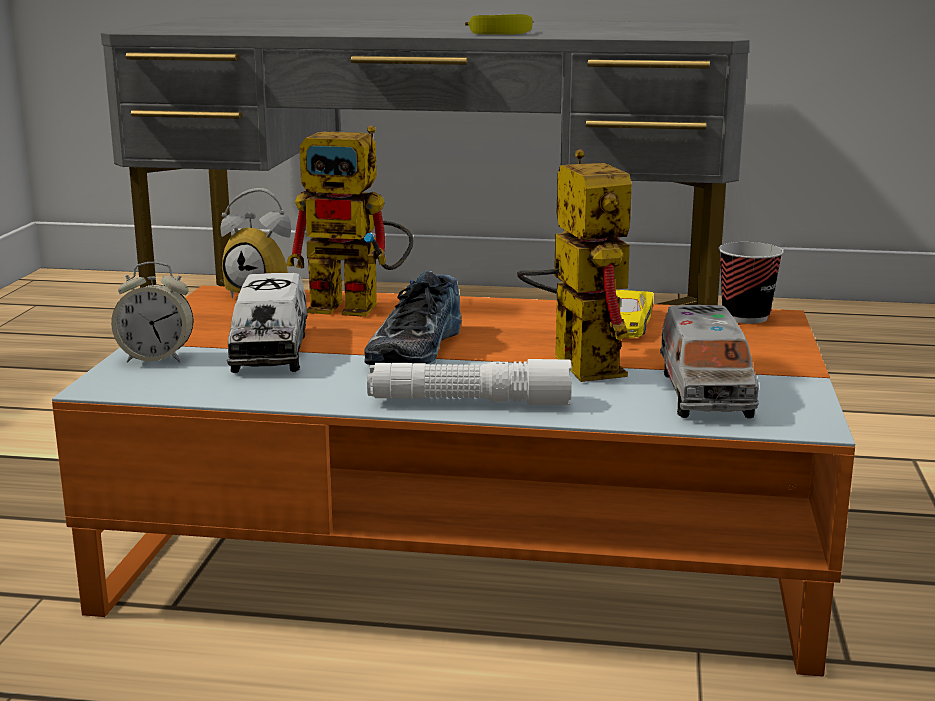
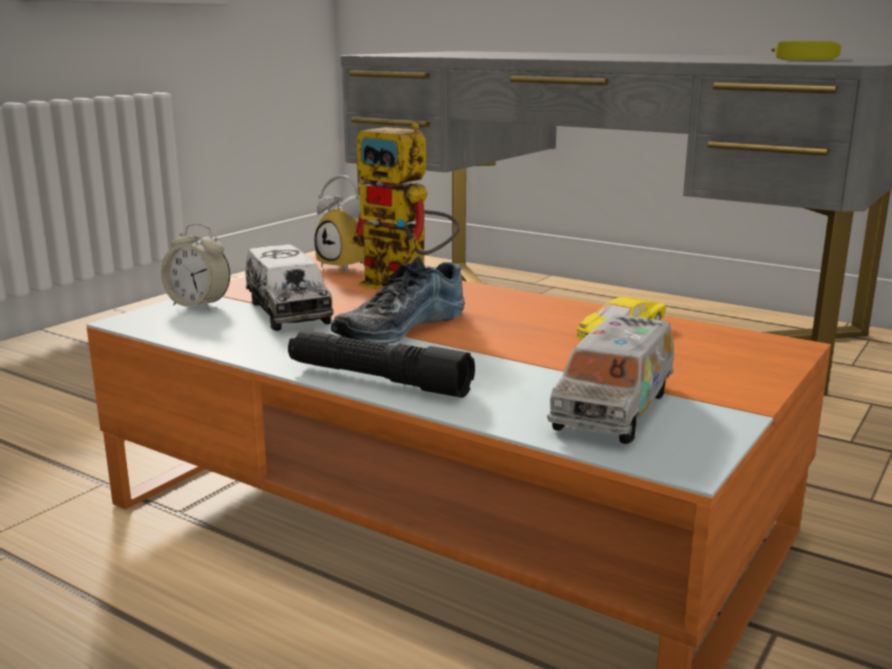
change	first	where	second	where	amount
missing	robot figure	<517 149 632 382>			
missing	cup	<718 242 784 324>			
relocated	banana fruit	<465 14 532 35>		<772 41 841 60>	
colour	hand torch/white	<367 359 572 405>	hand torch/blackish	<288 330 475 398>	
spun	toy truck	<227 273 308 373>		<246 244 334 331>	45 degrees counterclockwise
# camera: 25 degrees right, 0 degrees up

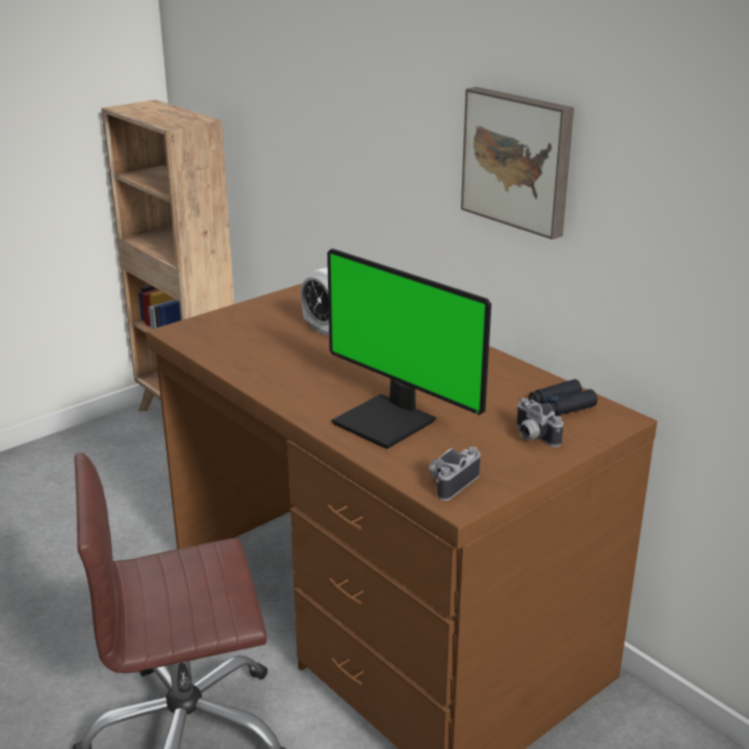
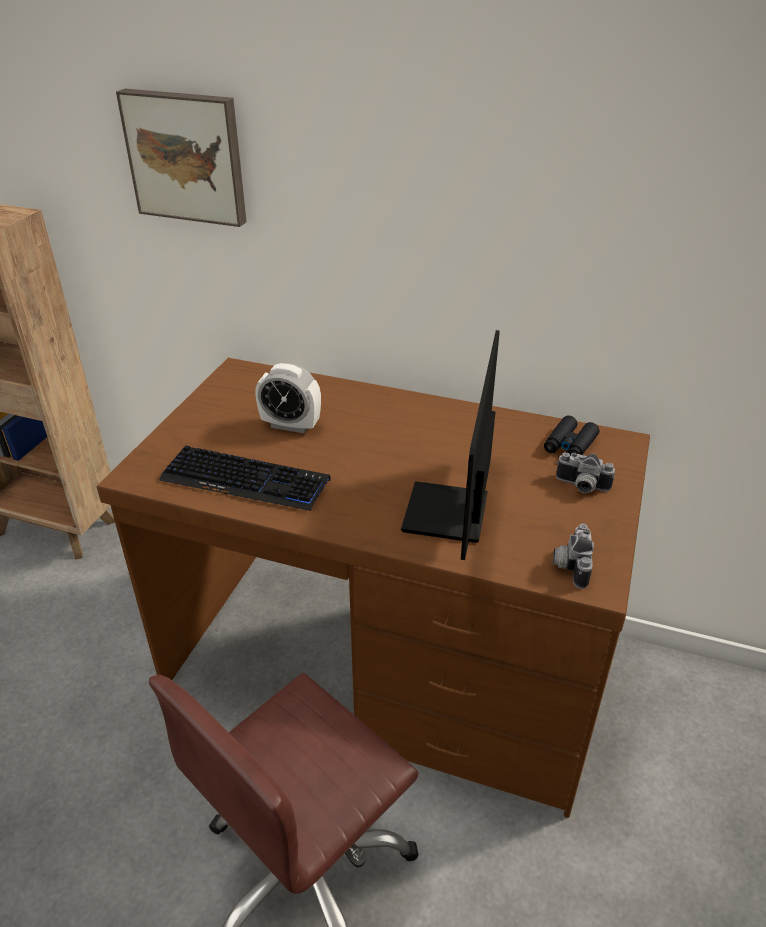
change	first	where	second	where	amount
appeared			computer keyboard	<159 446 331 511>	
relocated	picture	<461 87 574 240>		<116 89 247 227>	
spun	monitor	<327 249 491 449>		<401 330 500 560>	90 degrees clockwise
# camera: 30 degrees left, 10 degrees up

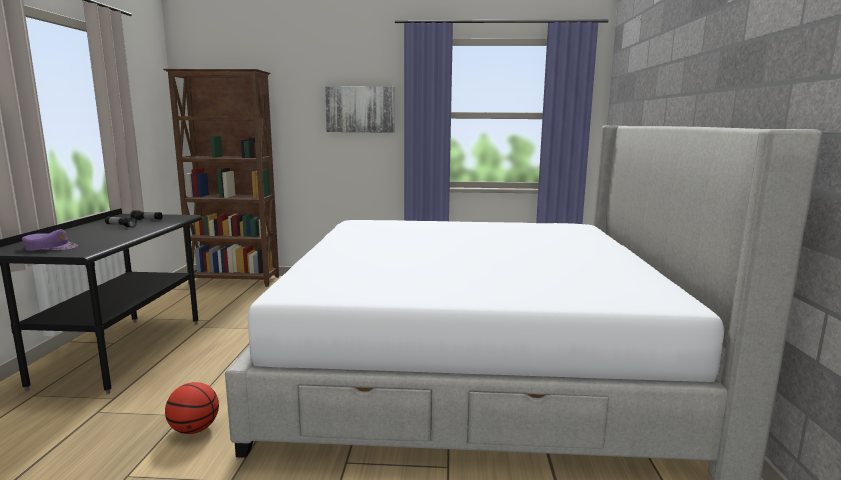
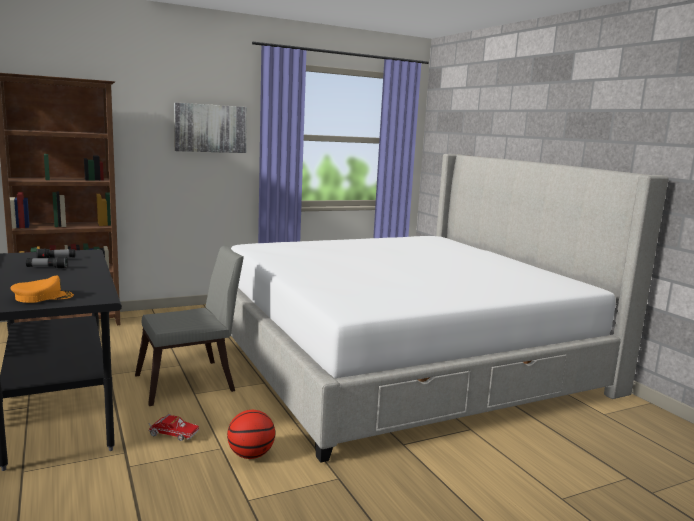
change	first	where	second	where	amount
appeared			plain chair/gray	<135 245 244 406>	
appeared			toy truck	<148 414 199 441>	
colour	peaked cap/purple-coloured	<22 229 78 251>	peaked cap/orangey	<10 276 74 303>	
# camera: 30 degrees left, 0 degrees up

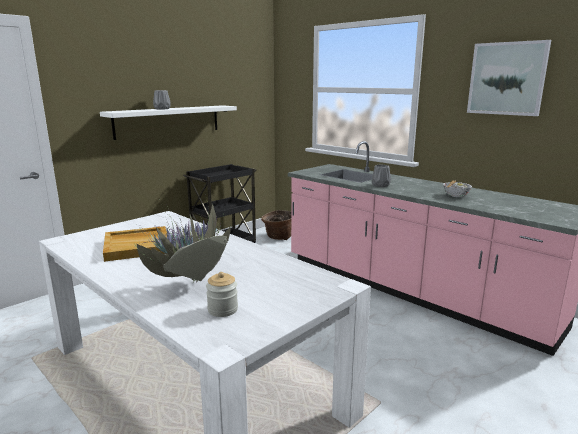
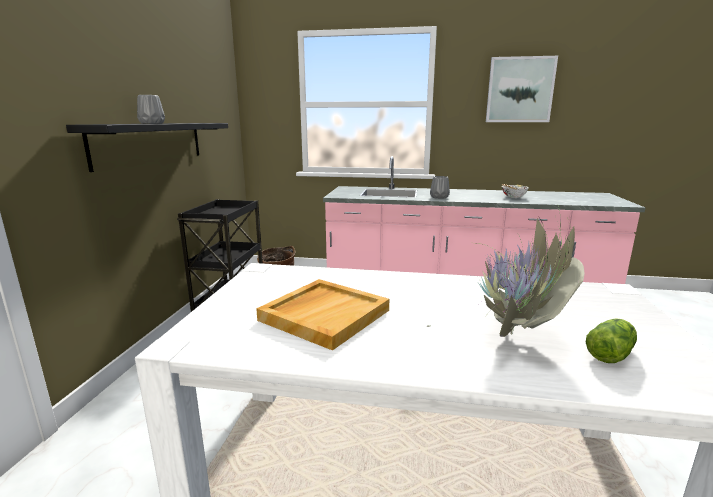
change	first	where	second	where	amount
exchanged	jar	<206 272 238 317>	lettuce head	<586 318 637 363>	
colour	shelf/white	<100 105 237 140>	shelf/blackish	<66 123 228 172>	
# camera: 35 degrees left, 0 degrees up

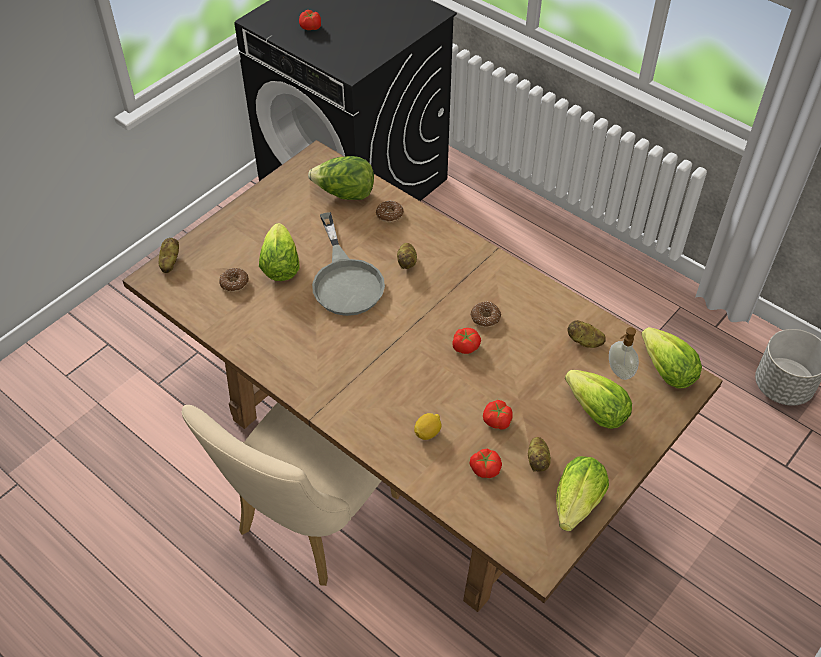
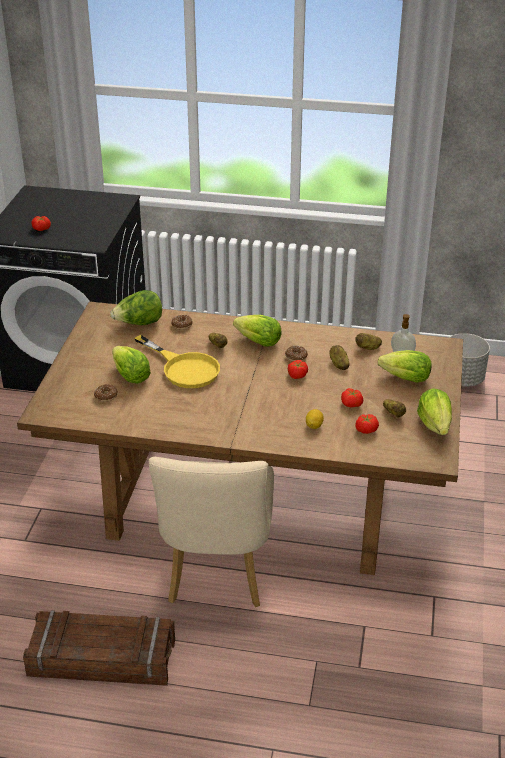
change	first	where	second	where	amount
appeared			packing crate	<23 610 175 686>	
relocated	potato	<159 238 179 273>		<329 345 350 370>	
relocated	lettuce head	<641 327 702 388>		<233 315 282 347>	
colour	frying pan/gray	<312 212 385 316>	frying pan/yellow-coloured	<134 335 220 388>	
# camera: 30 degrees left, 15 degrees down

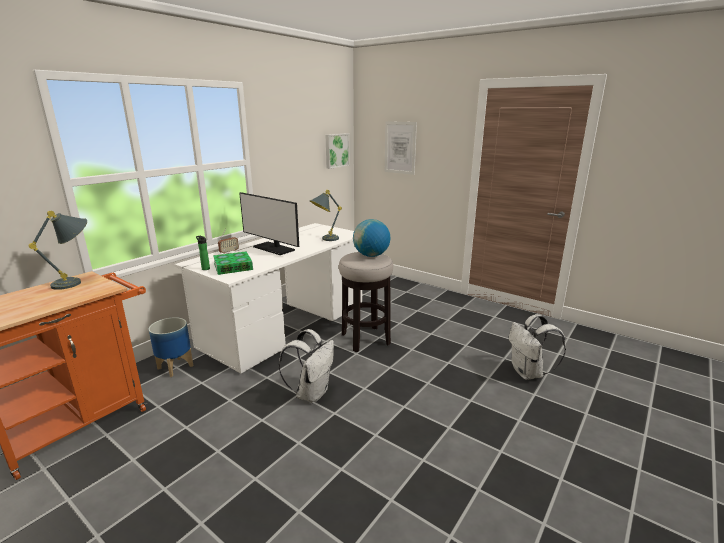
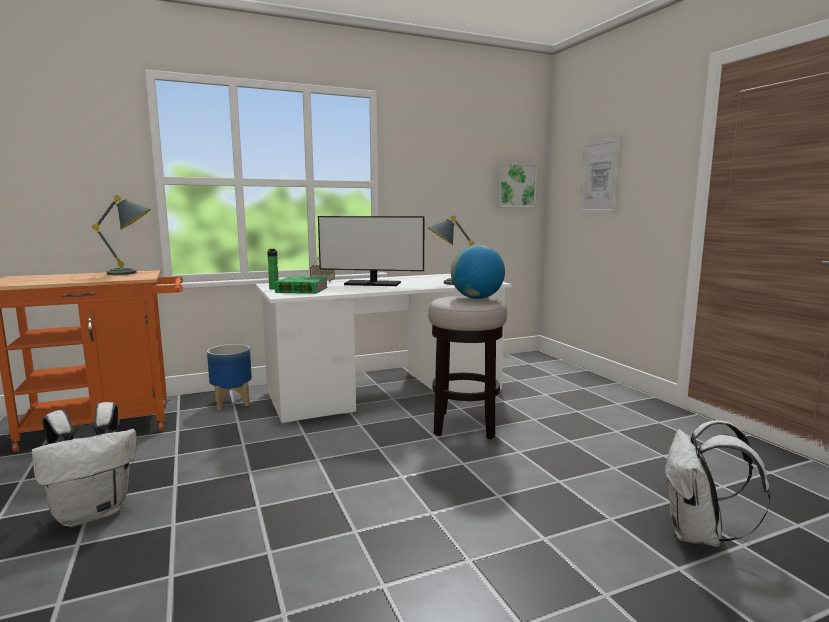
change	first	where	second	where	amount
relocated	rucksack/white	<279 329 334 403>		<32 402 137 527>	
spun	monitor	<239 192 299 255>		<318 216 424 286>	60 degrees counterclockwise
# camera: 30 degrees right, 10 degrees down

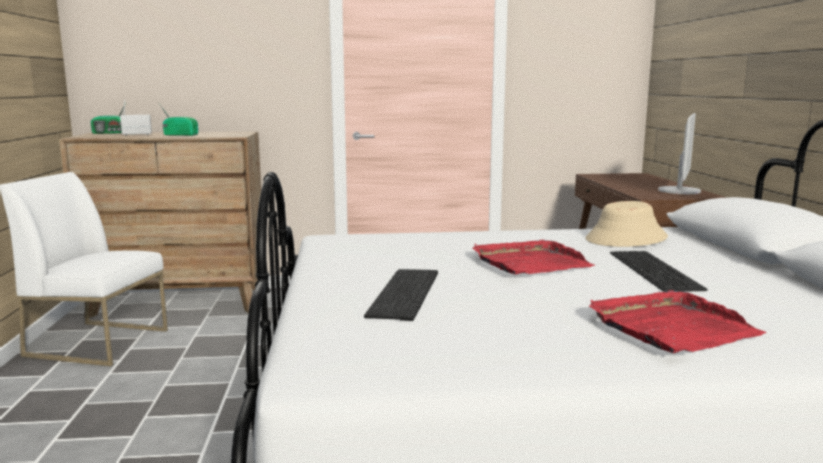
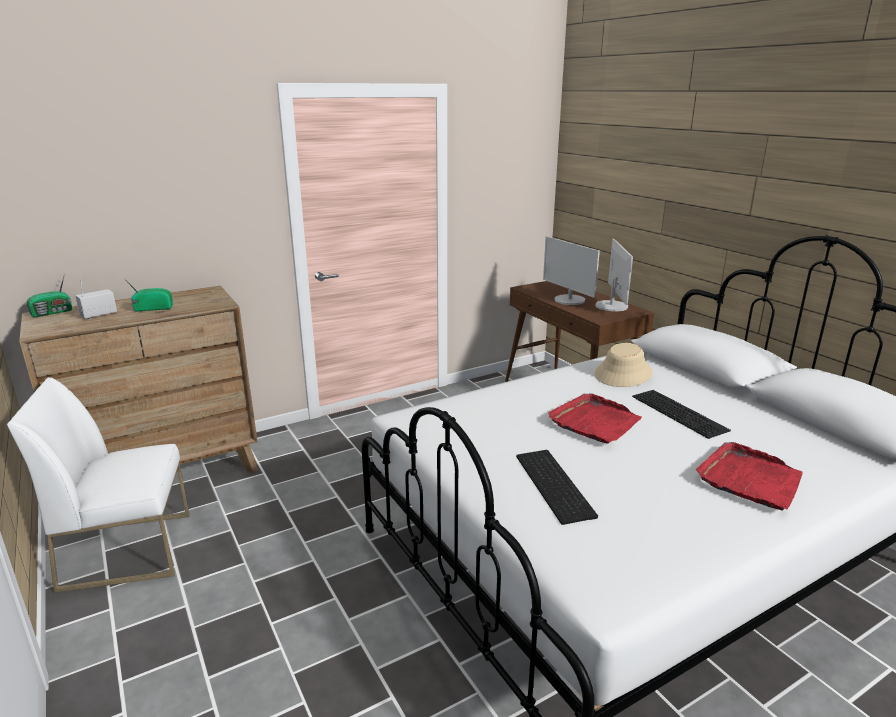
change	first	where	second	where	amount
appeared			monitor	<543 236 600 305>	
# camera: 25 degrees left, 10 degrees up

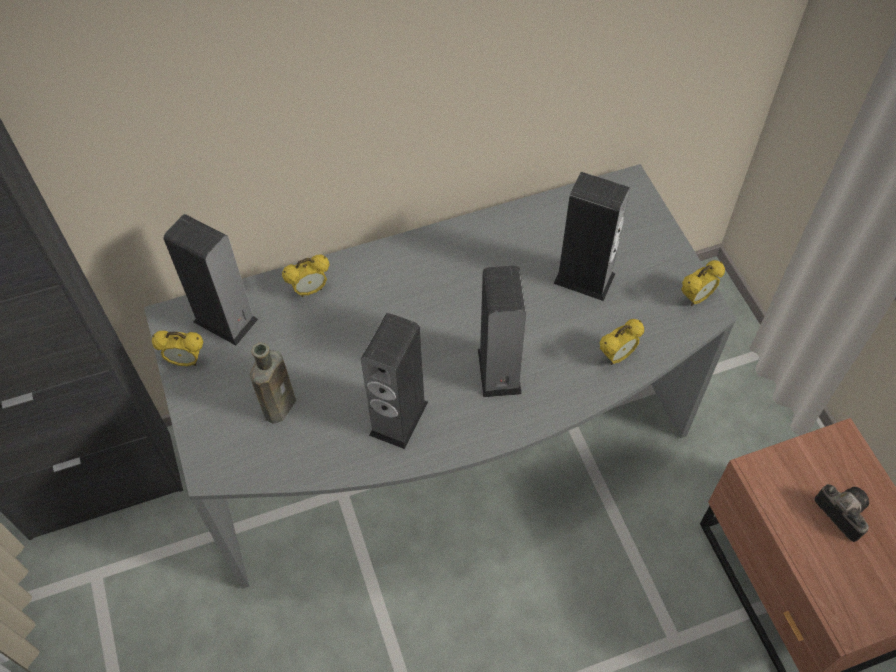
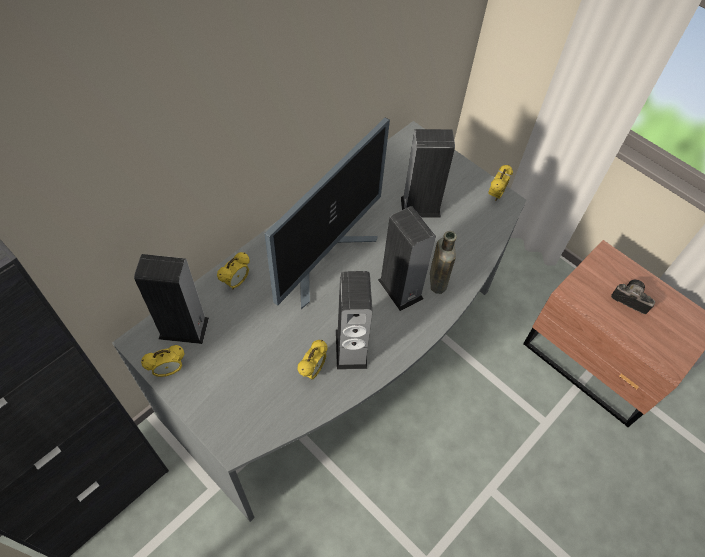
change	first	where	second	where	amount
appeared			monitor	<265 117 390 309>	
relocated	bottle/brownish	<250 343 296 424>		<430 231 457 294>	
relocated	table clock	<600 319 644 365>		<297 340 328 380>	
# camera: 30 degrees left, 0 degrees up

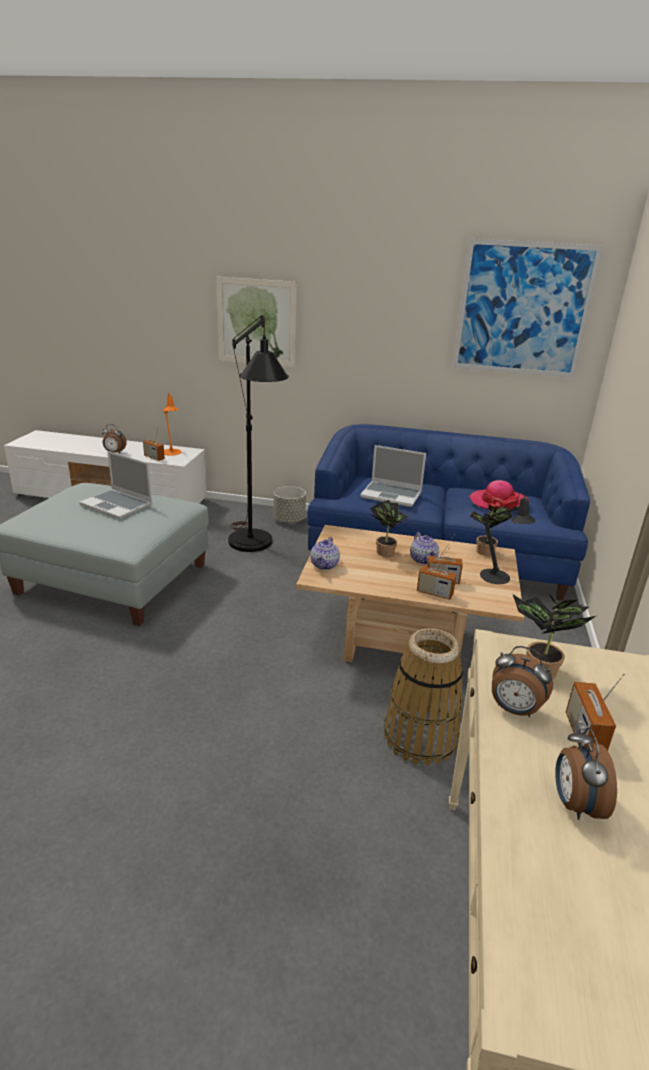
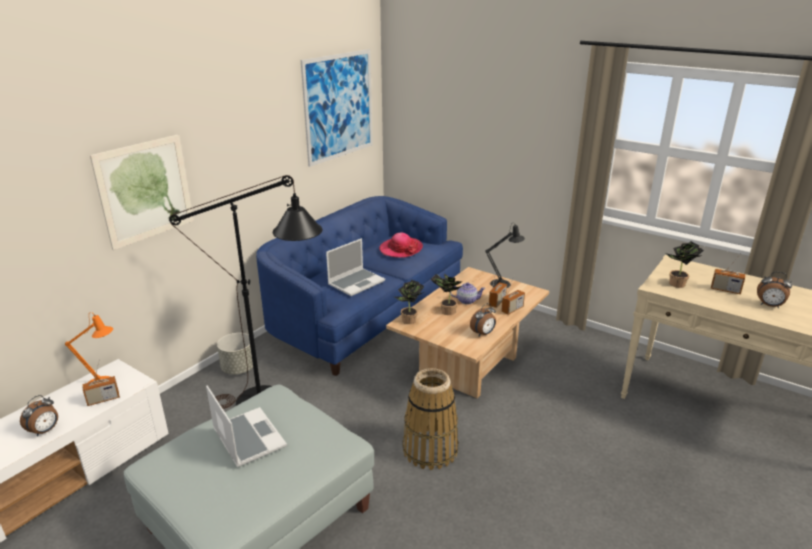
change	first	where	second	where	amount
missing	tea pot	<310 537 340 570>			
relocated	storage basket	<384 628 463 766>		<402 368 459 470>	
relocated	plant in a pot	<470 505 512 556>		<395 280 424 324>	
relocated	table clock	<492 646 553 717>		<470 303 496 336>	
spun	notebook computer	<79 451 152 519>		<206 385 287 467>	90 degrees counterclockwise
# camera: 65 degrees left, 0 degrees up

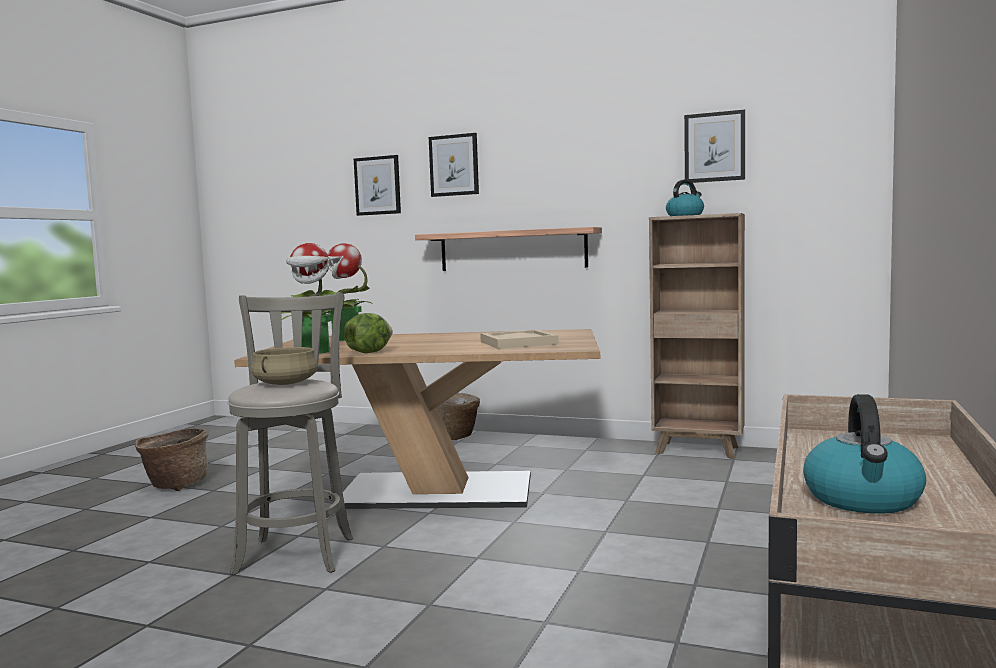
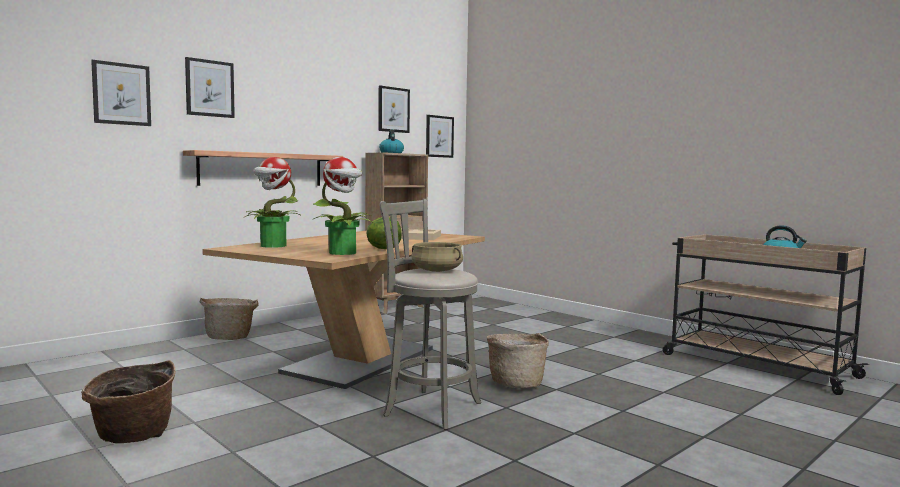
change	first	where	second	where	amount
appeared			picture	<426 115 454 158>	
appeared			storage basket	<487 333 549 388>	
# camera: 65 degrees left, 0 degrees up

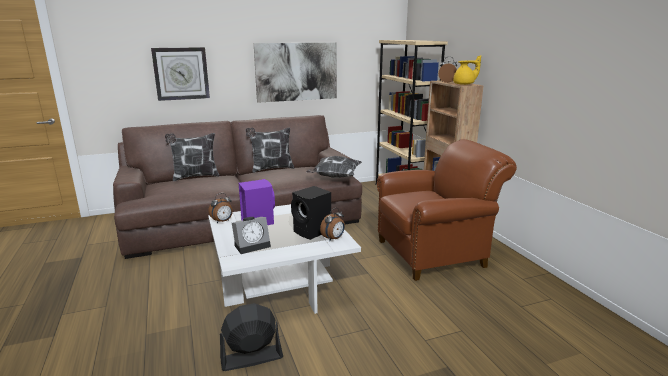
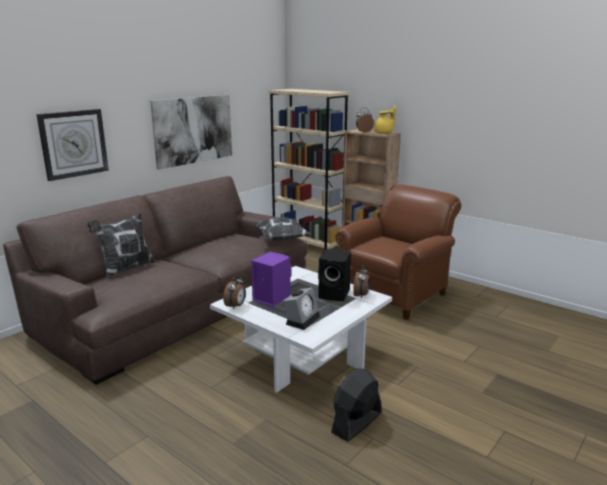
change	first	where	second	where	amount
missing	pillow	<246 127 294 173>			
# camera: 30 degrees left, 0 degrees up

